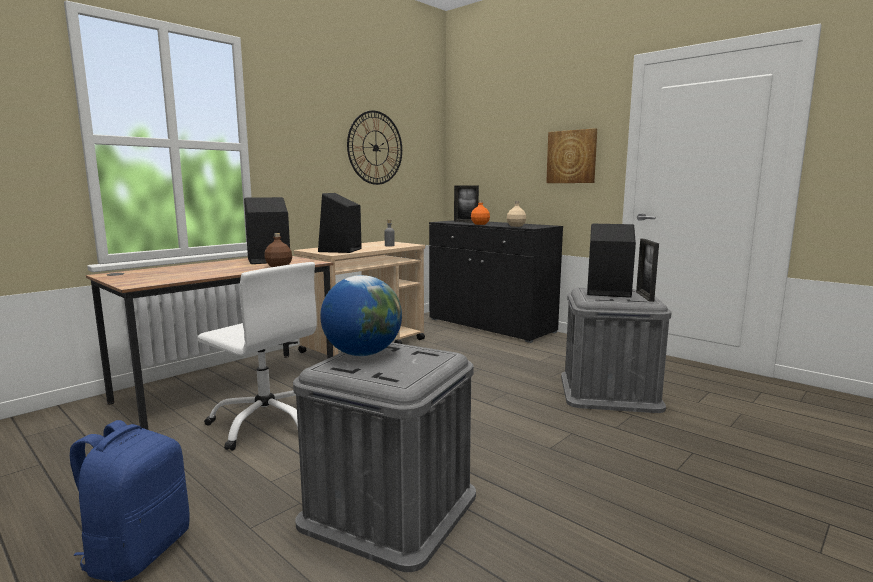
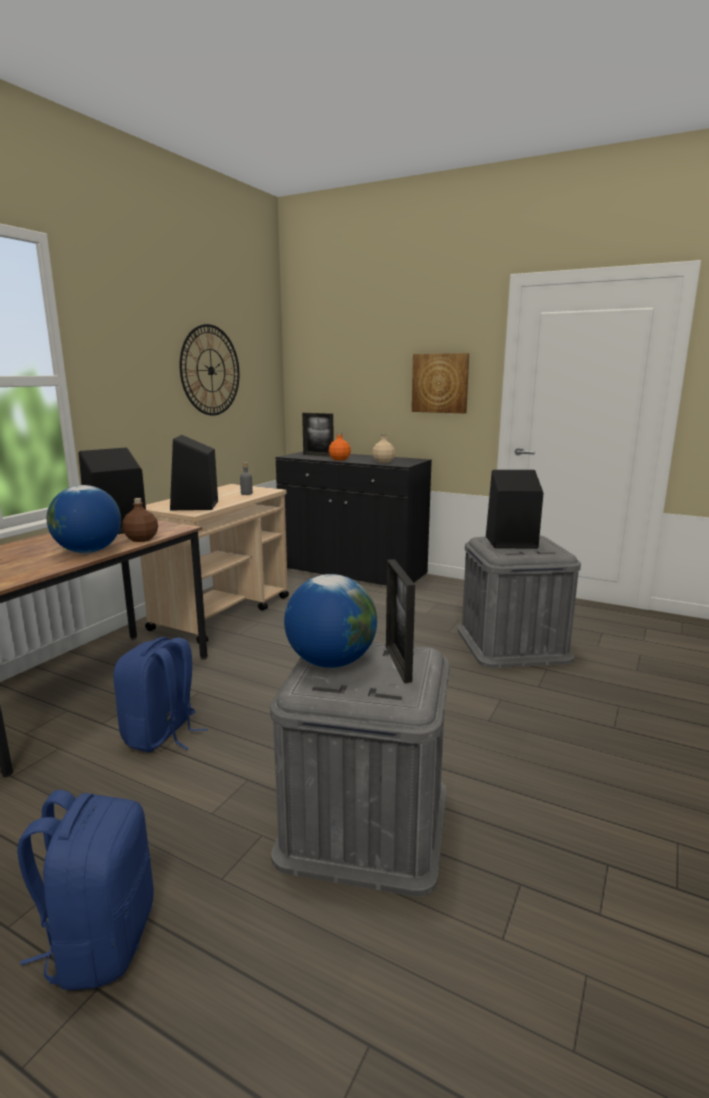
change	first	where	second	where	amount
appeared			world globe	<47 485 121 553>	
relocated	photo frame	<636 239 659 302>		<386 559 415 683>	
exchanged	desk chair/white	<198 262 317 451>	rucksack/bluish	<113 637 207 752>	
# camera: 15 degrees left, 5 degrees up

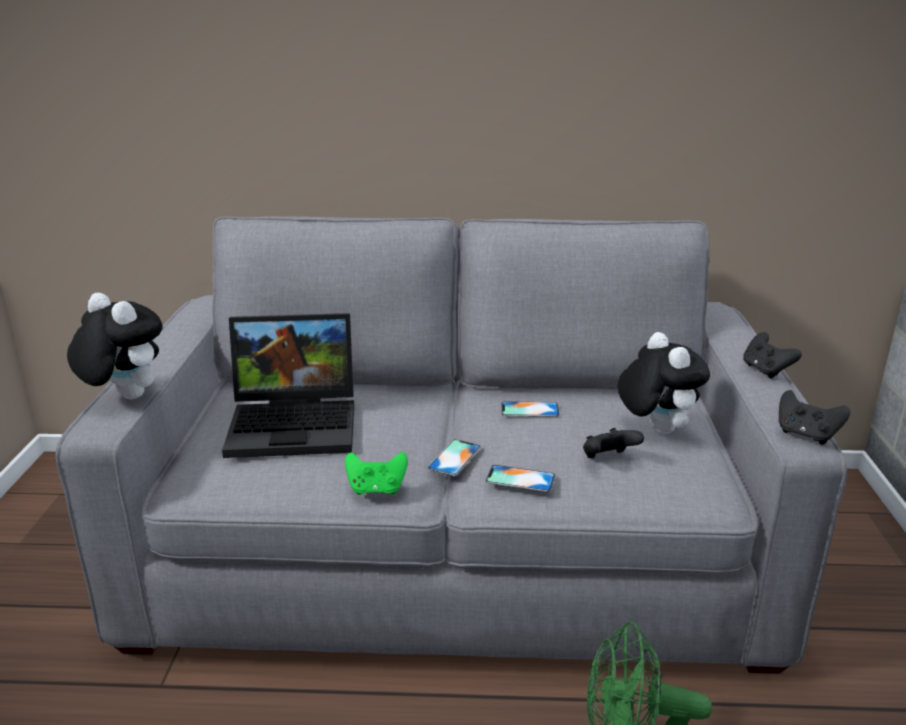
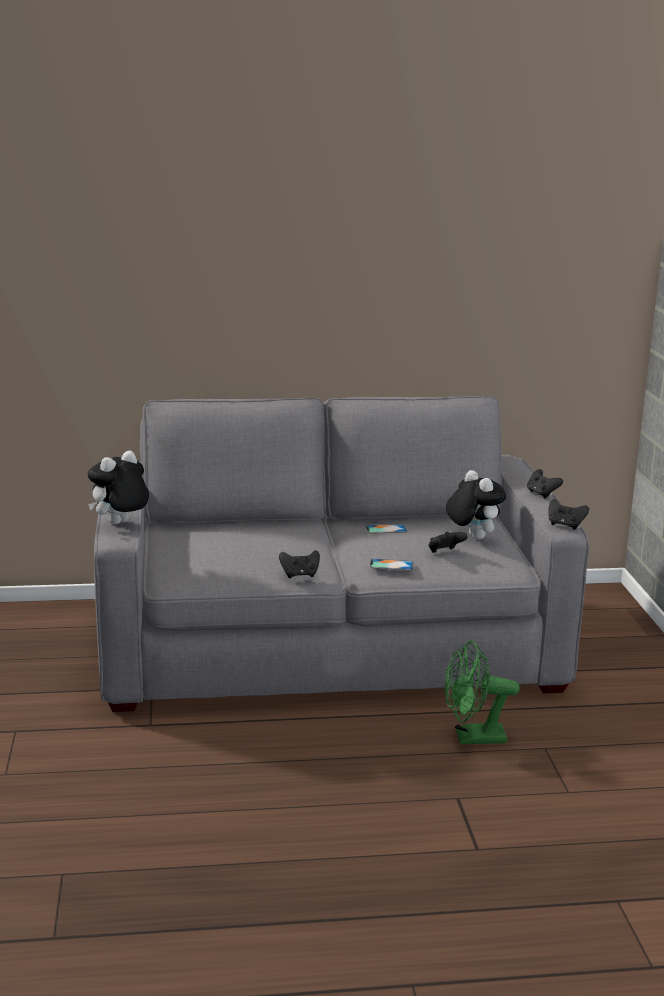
change	first	where	second	where	amount
missing	notebook computer	<222 313 354 458>			
missing	handset	<428 439 481 476>			
colour	game controller/green	<345 452 408 495>	game controller/blackish	<279 550 320 578>	
spun	cuddly toy	<67 293 163 400>		<87 451 149 524>	75 degrees counterclockwise
# camera: 10 degrees left, 5 degrees down

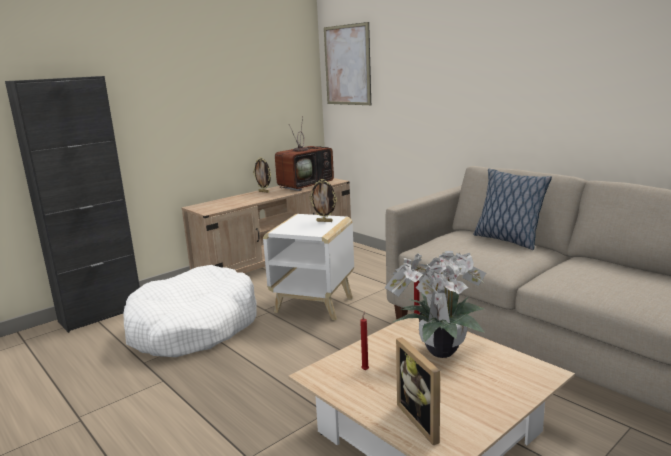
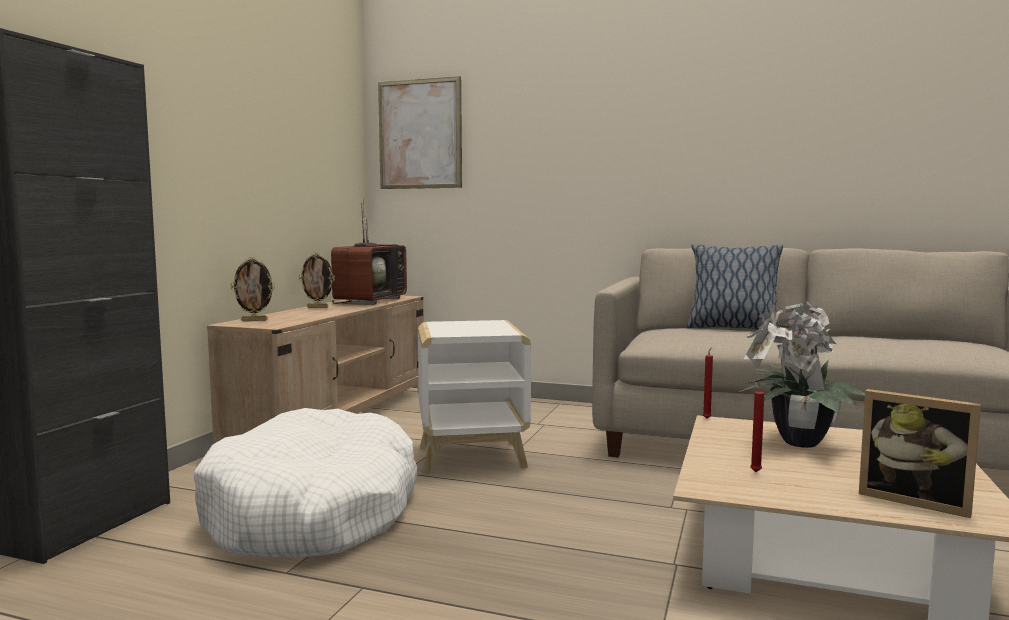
change	first	where	second	where	amount
relocated	photo frame	<309 179 337 222>		<231 257 275 321>	
# camera: 30 degrees left, 10 degrees down

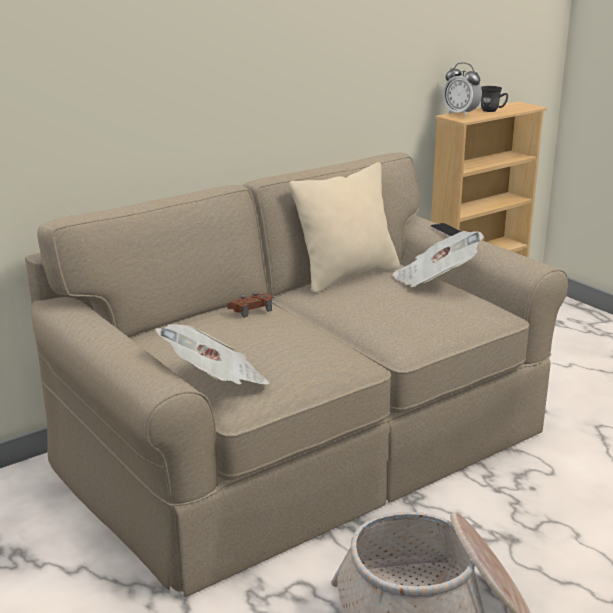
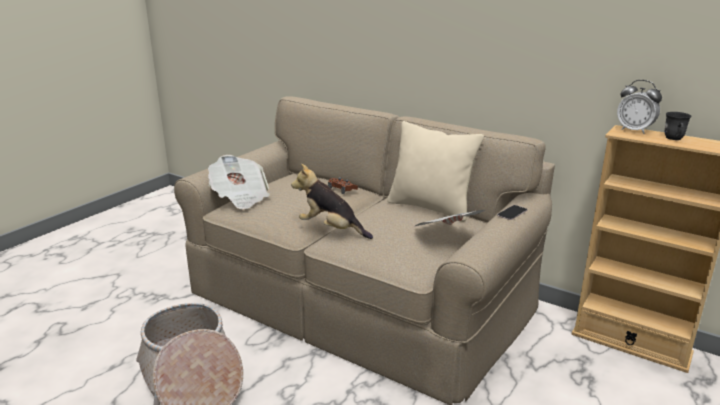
change	first	where	second	where	amount
appeared			cuddly toy	<291 164 373 239>	
spun	table clock	<443 63 482 117>		<617 80 662 134>	75 degrees counterclockwise
# camera: 70 degrees right, 0 degrees up

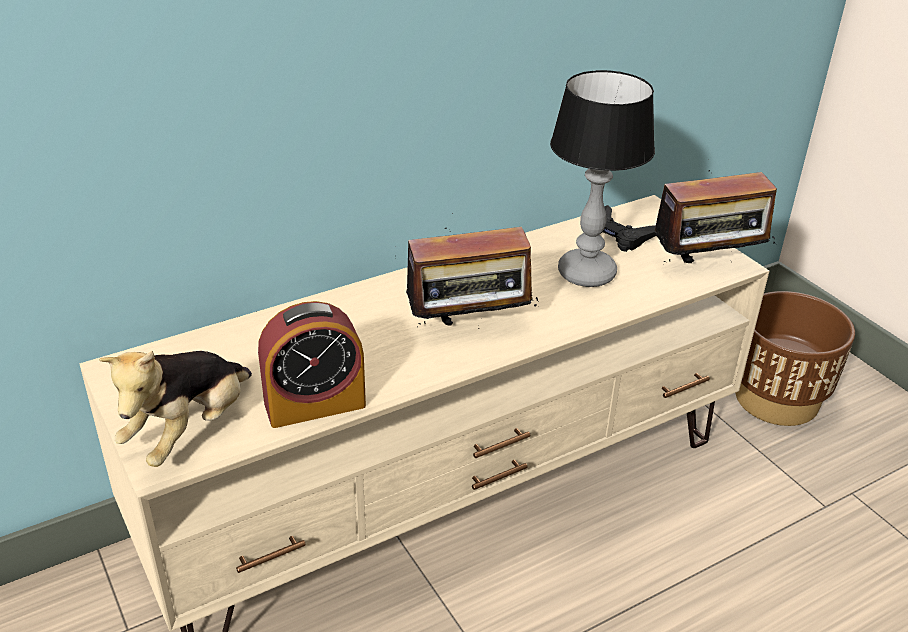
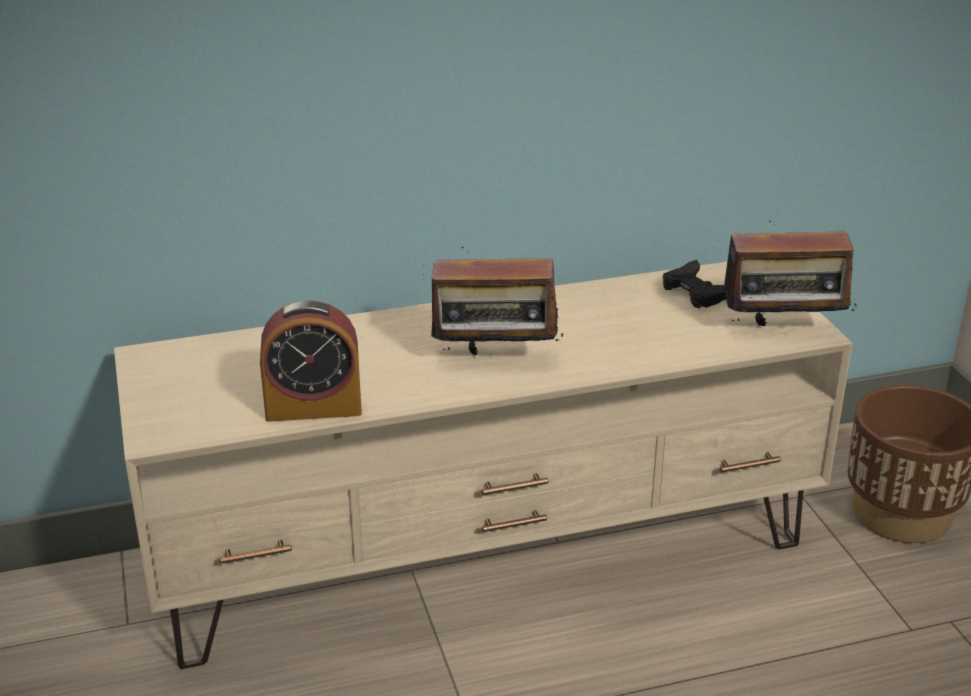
change	first	where	second	where	amount
missing	cuddly toy	<99 351 252 467>			
missing	tabletop lamp	<550 70 655 287>			
# camera: 15 degrees right, 5 degrees down

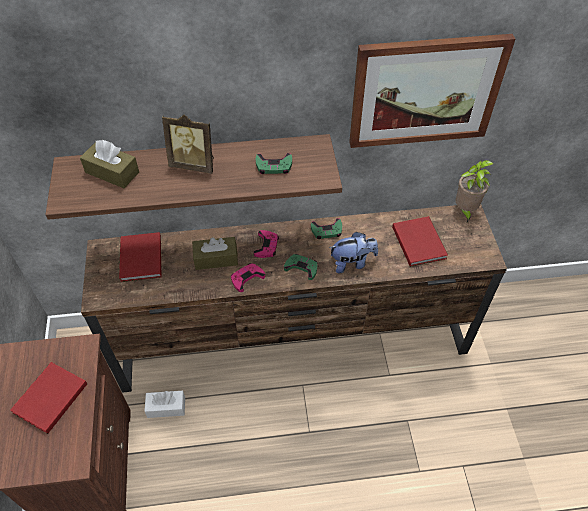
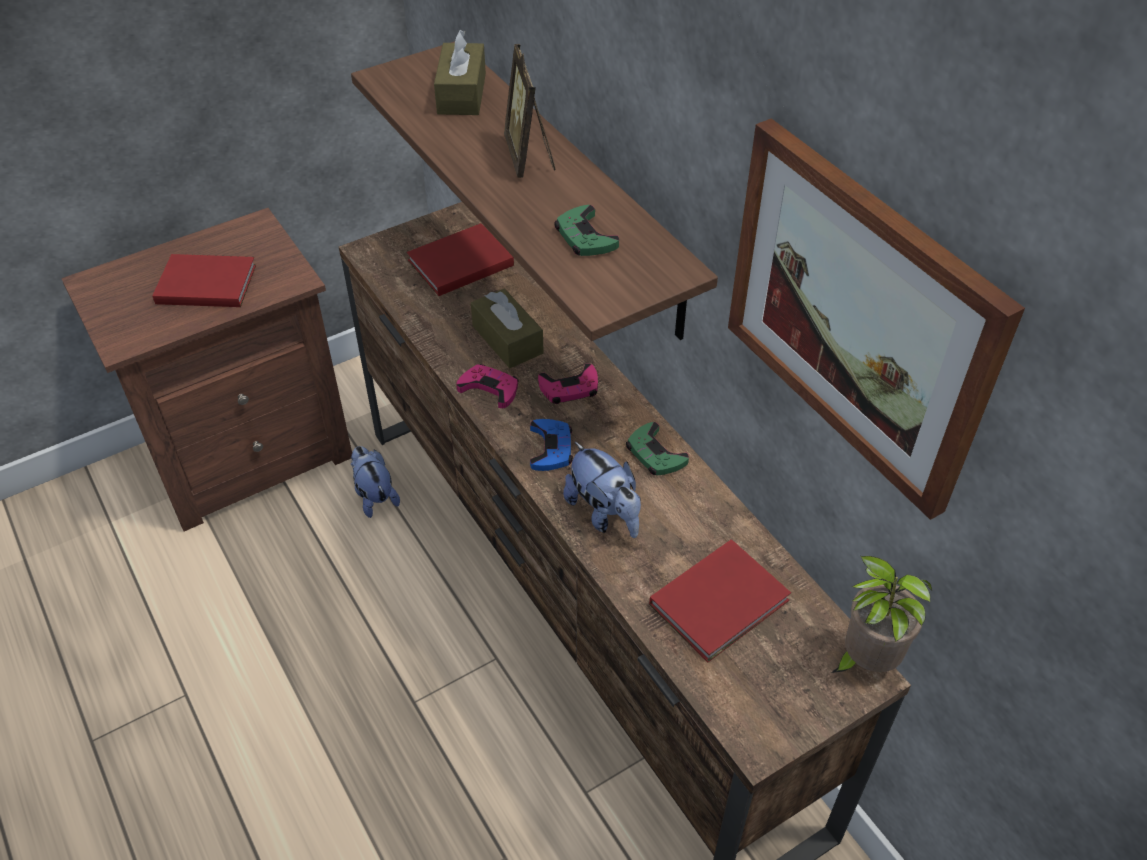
change	first	where	second	where	amount
exchanged	tissue box/white	<144 391 185 418>	cuddly toy	<351 446 400 518>	
colour	game controller/green	<284 254 318 280>	game controller/bluish	<530 419 573 471>	
# camera: 65 degrees right, 5 degrees down

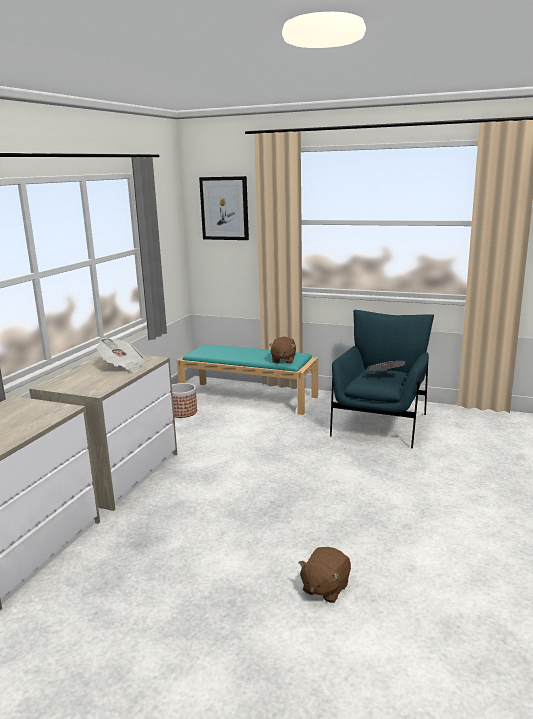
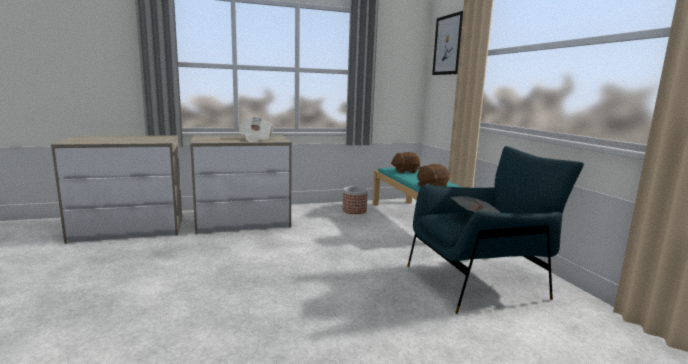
change	first	where	second	where	amount
relocated	cuddly toy/brownish	<298 547 351 603>		<391 152 420 173>	
# camera: 50 degrees right, 5 degrees down

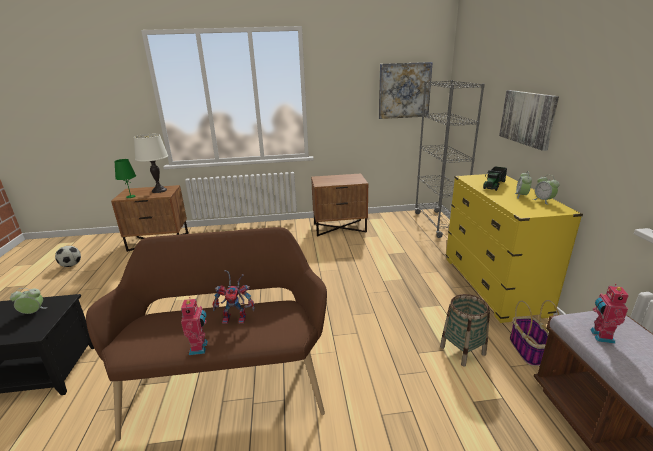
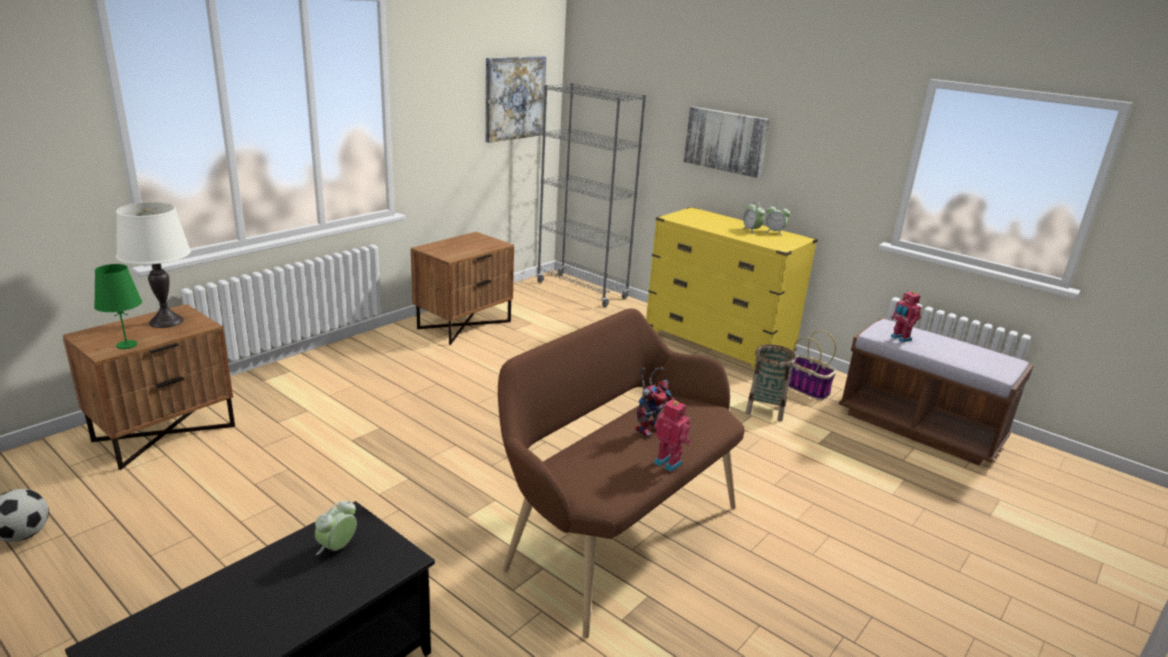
change	first	where	second	where	amount
missing	toy truck	<483 166 507 191>			
# camera: 45 degrees left, 0 degrees up

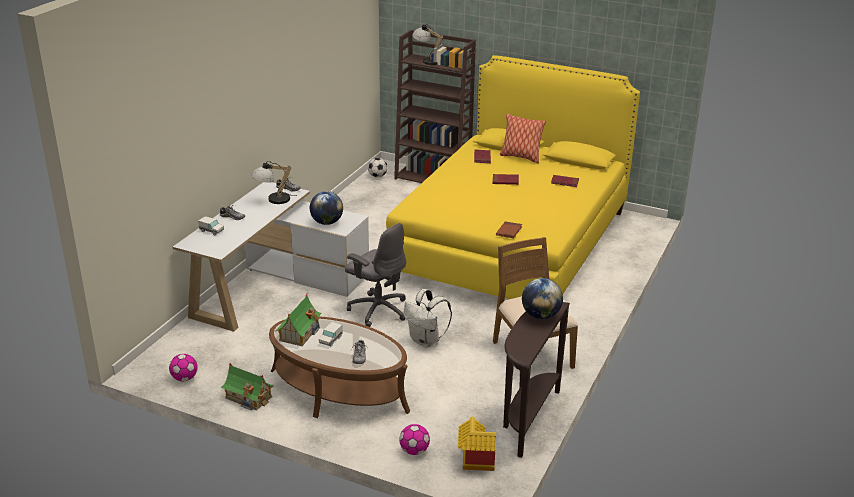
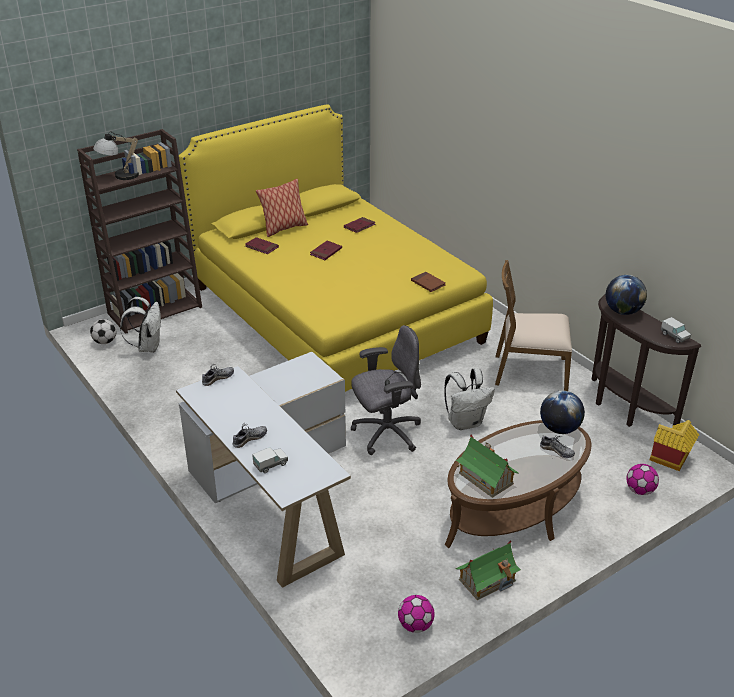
change	first	where	second	where	amount
missing	tabletop lamp	<251 161 297 204>			
appeared			rucksack/white	<120 297 162 353>	
relocated	world globe	<310 191 343 225>		<540 391 585 434>	
relocated	toy truck	<319 322 343 347>		<661 317 691 343>	
# camera: 60 degrees left, 5 degrees up

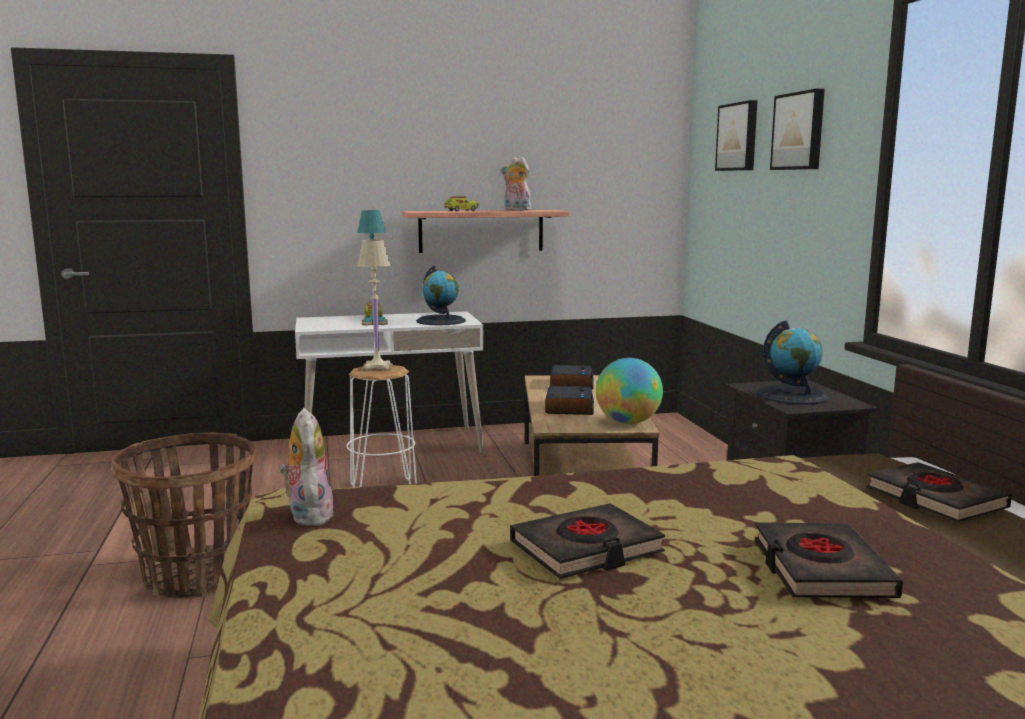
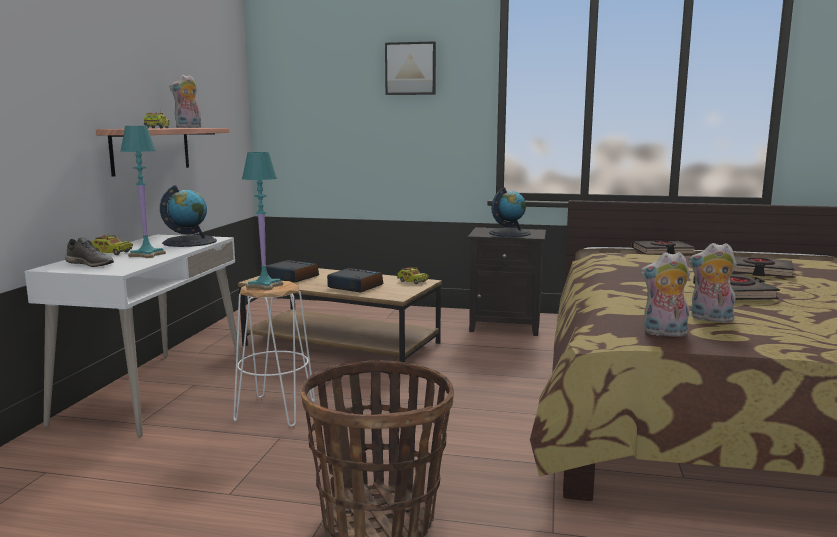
change	first	where	second	where	amount
missing	picture	<715 100 758 171>			
appeared			shoe/gray	<65 237 114 267>	
appeared			cuddly toy	<688 243 737 323>	
exchanged	world globe	<596 358 663 424>	toy truck	<397 267 429 284>	
colour	tabletop lamp/sand-coloured	<357 240 393 372>	tabletop lamp/turquoise	<242 152 283 290>	
# camera: 65 degrees left, 0 degrees up

